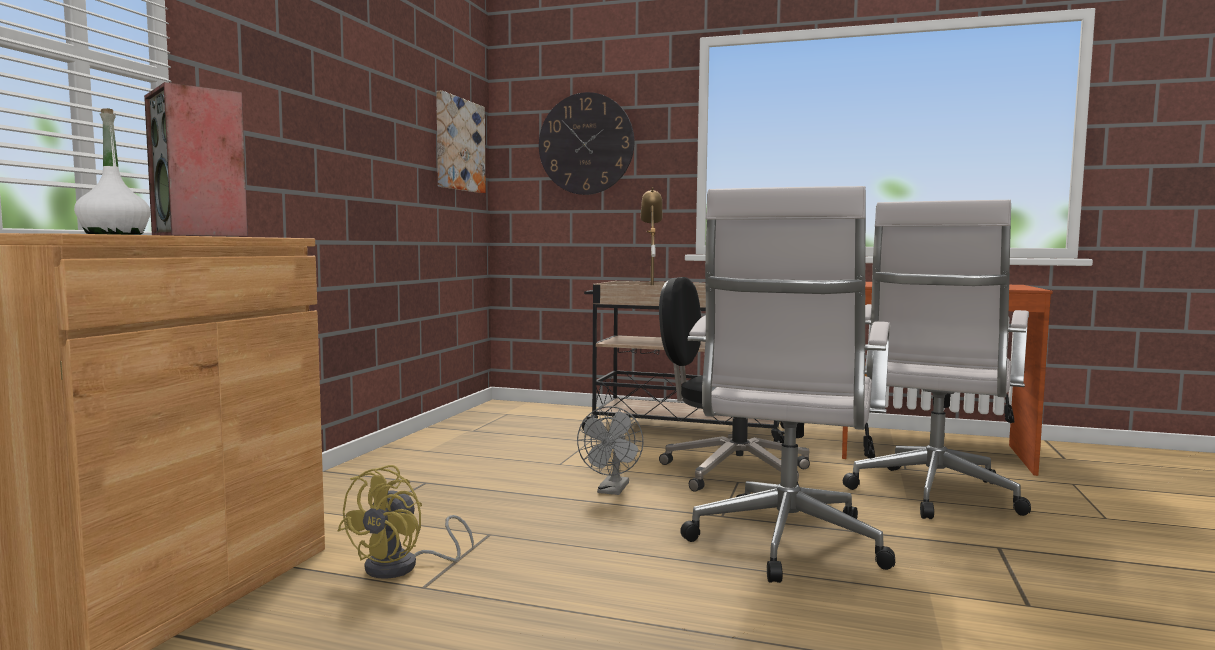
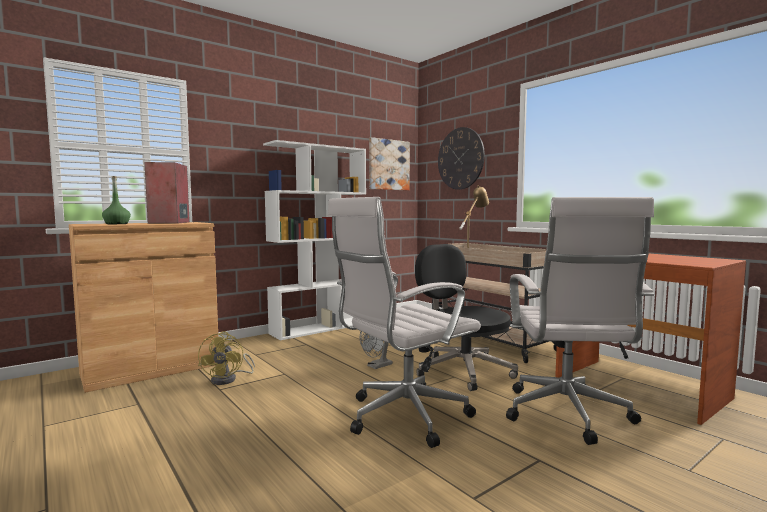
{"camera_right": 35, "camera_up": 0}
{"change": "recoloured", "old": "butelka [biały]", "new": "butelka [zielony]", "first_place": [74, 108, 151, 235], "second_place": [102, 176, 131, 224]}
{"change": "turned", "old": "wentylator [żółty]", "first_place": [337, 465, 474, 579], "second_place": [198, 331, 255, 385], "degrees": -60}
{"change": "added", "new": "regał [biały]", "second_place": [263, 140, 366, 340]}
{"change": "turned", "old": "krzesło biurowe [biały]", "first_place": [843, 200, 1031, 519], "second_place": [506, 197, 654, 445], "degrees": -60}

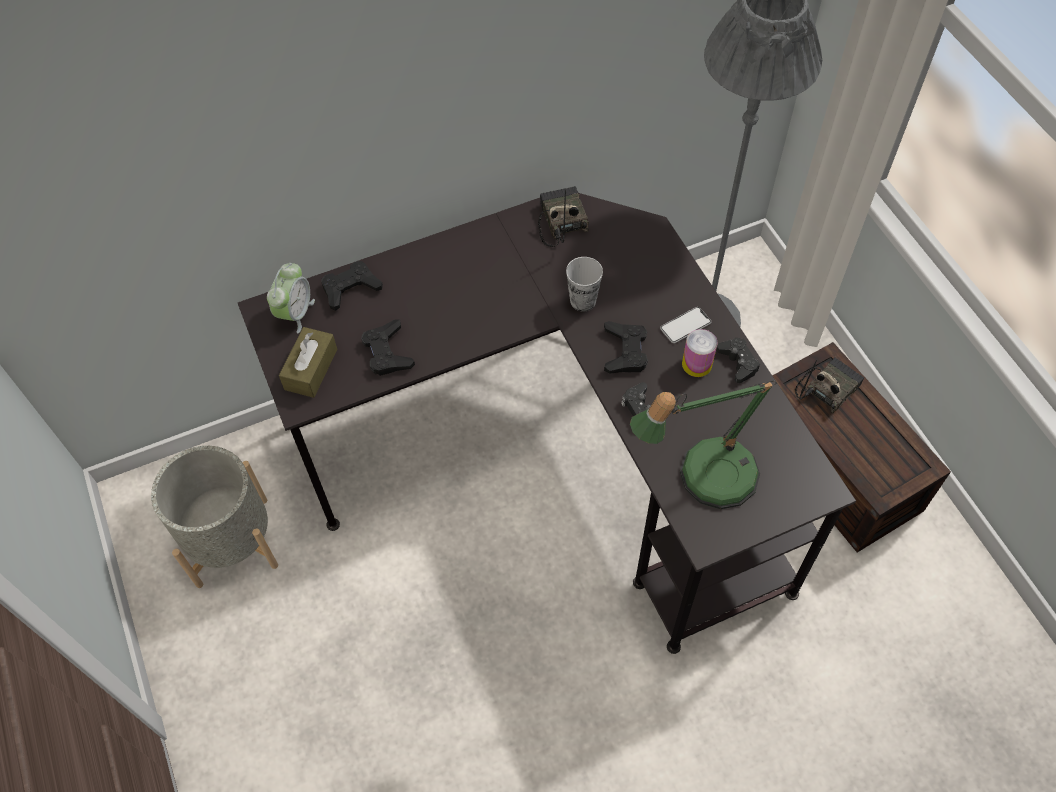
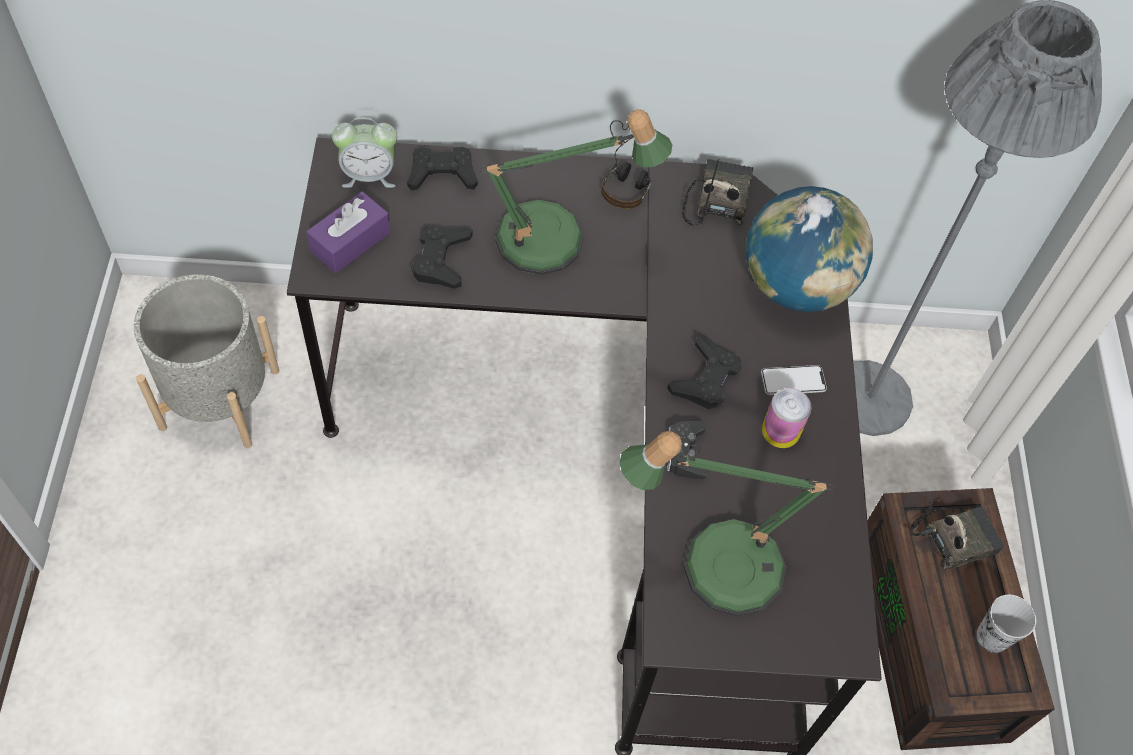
{"camera_right": 20, "camera_up": 0}
{"change": "recoloured", "old": "pudełko chusteczek [brązowy]", "new": "pudełko chusteczek [fioletowy]", "first_place": [279, 327, 337, 398], "second_place": [306, 191, 390, 273]}
{"change": "turned", "old": "budzik", "first_place": [267, 263, 315, 334], "second_place": [332, 117, 397, 188], "degrees": 45}
{"change": "added", "new": "lampa stołowa", "second_place": [480, 109, 672, 275]}
{"change": "added", "new": "słuchawki", "second_place": [601, 138, 651, 209]}
{"change": "added", "new": "globus", "second_place": [746, 186, 873, 312]}
{"change": "moved", "old": "filiżanka", "first_place": [566, 257, 603, 311], "second_place": [976, 594, 1036, 653]}
{"change": "removed", "old": "pad do gier [czarny]", "first_place": [716, 338, 760, 383]}

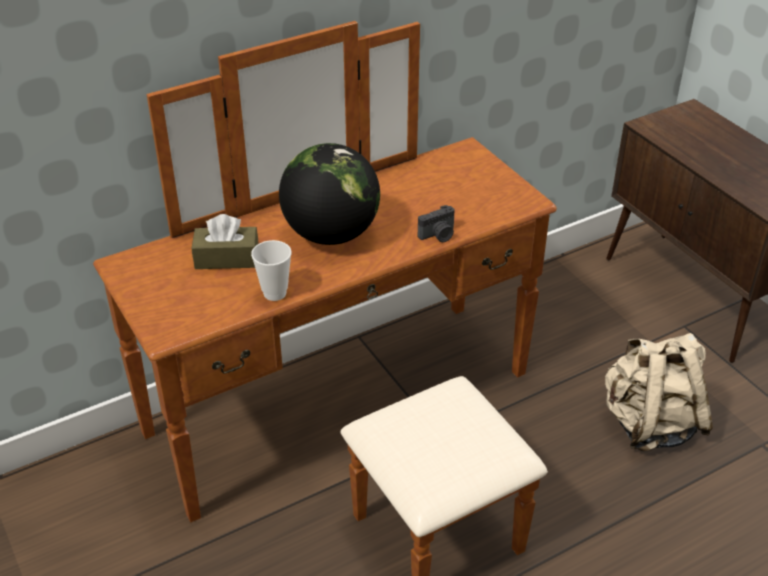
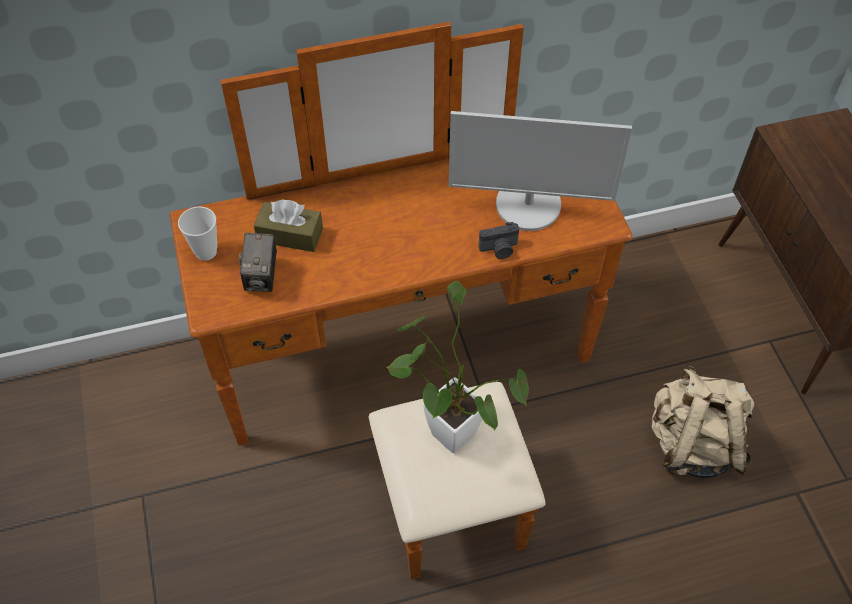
{"camera_right": 15, "camera_up": 15}
{"change": "moved", "old": "filiżanka", "first_place": [251, 240, 292, 301], "second_place": [178, 206, 217, 261]}
{"change": "added", "new": "aparat fotograficzny", "second_place": [239, 233, 277, 292]}
{"change": "added", "new": "roślina doniczkowa", "second_place": [387, 281, 529, 454]}
{"change": "added", "new": "monitor", "second_place": [449, 111, 632, 231]}
{"change": "removed", "old": "globus", "first_place": [279, 143, 380, 245]}

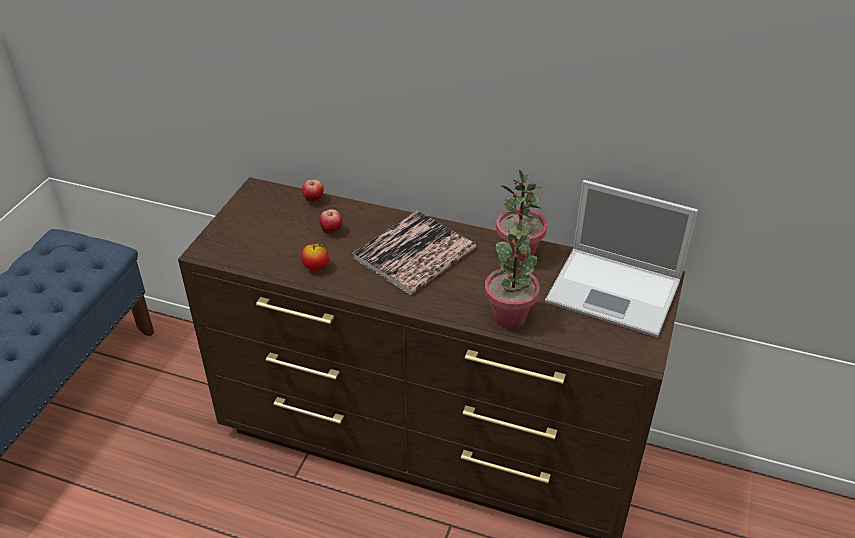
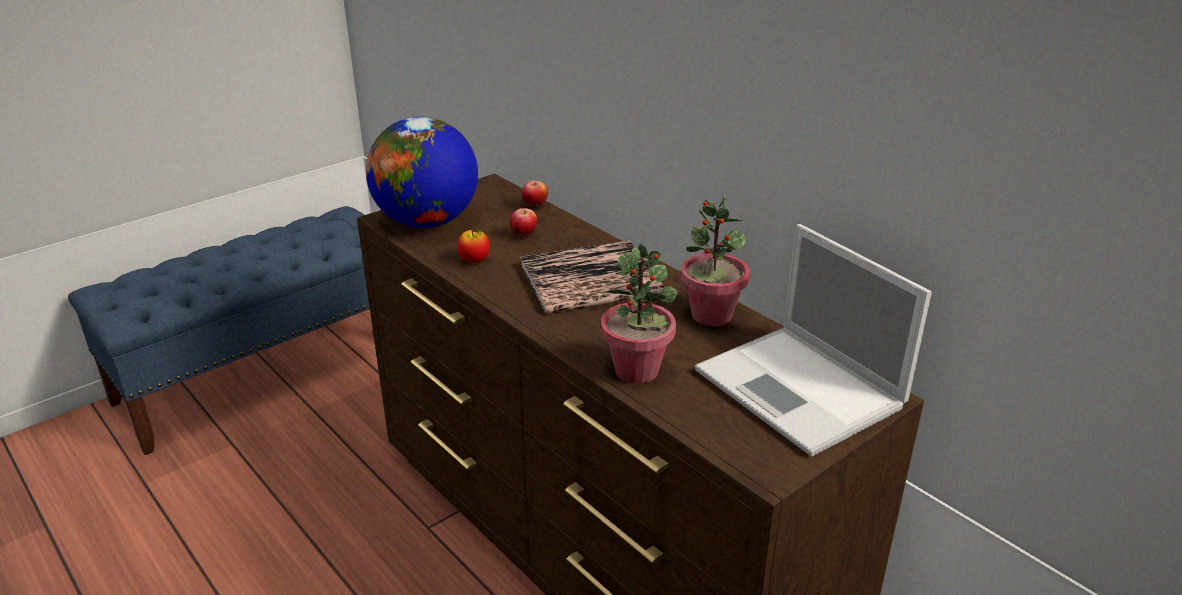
{"camera_right": 30, "camera_up": -10}
{"change": "added", "new": "globus", "second_place": [366, 117, 478, 228]}

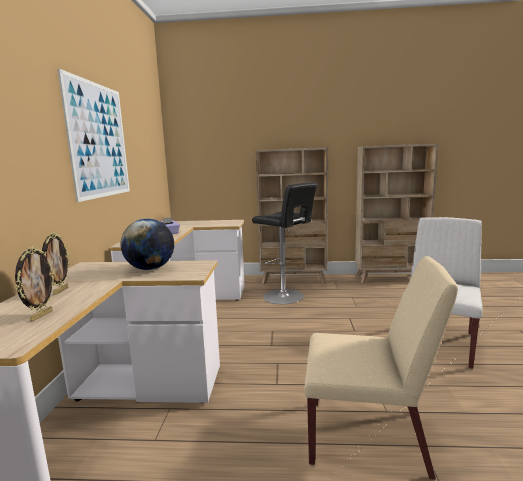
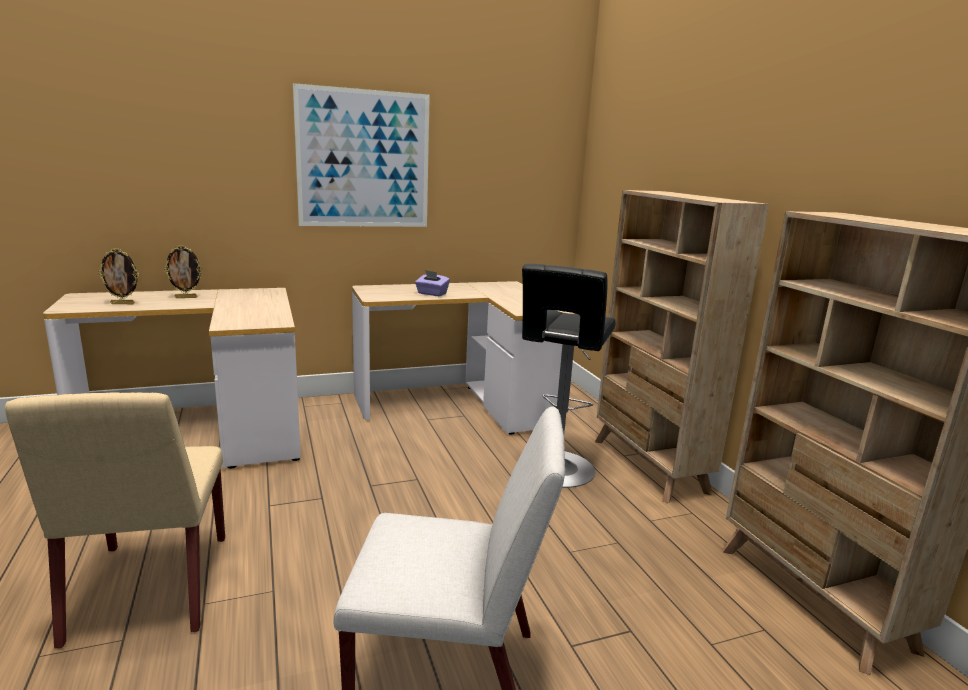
{"camera_right": 65, "camera_up": 5}
{"change": "removed", "old": "globus", "first_place": [121, 219, 174, 270]}

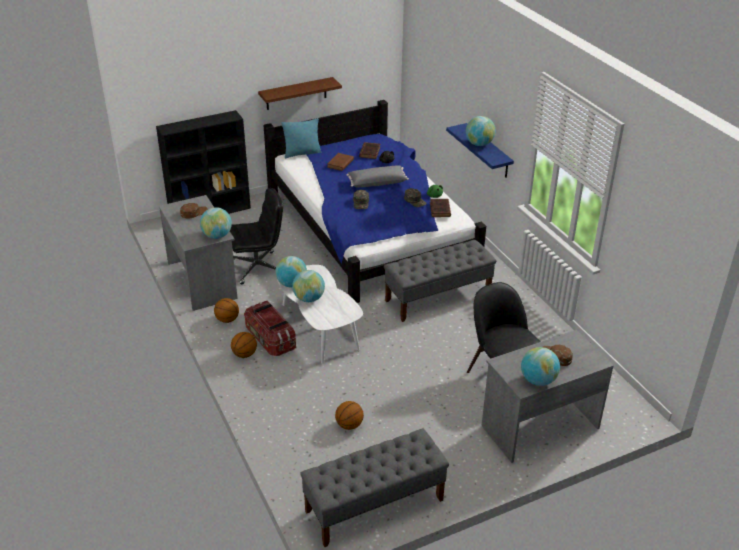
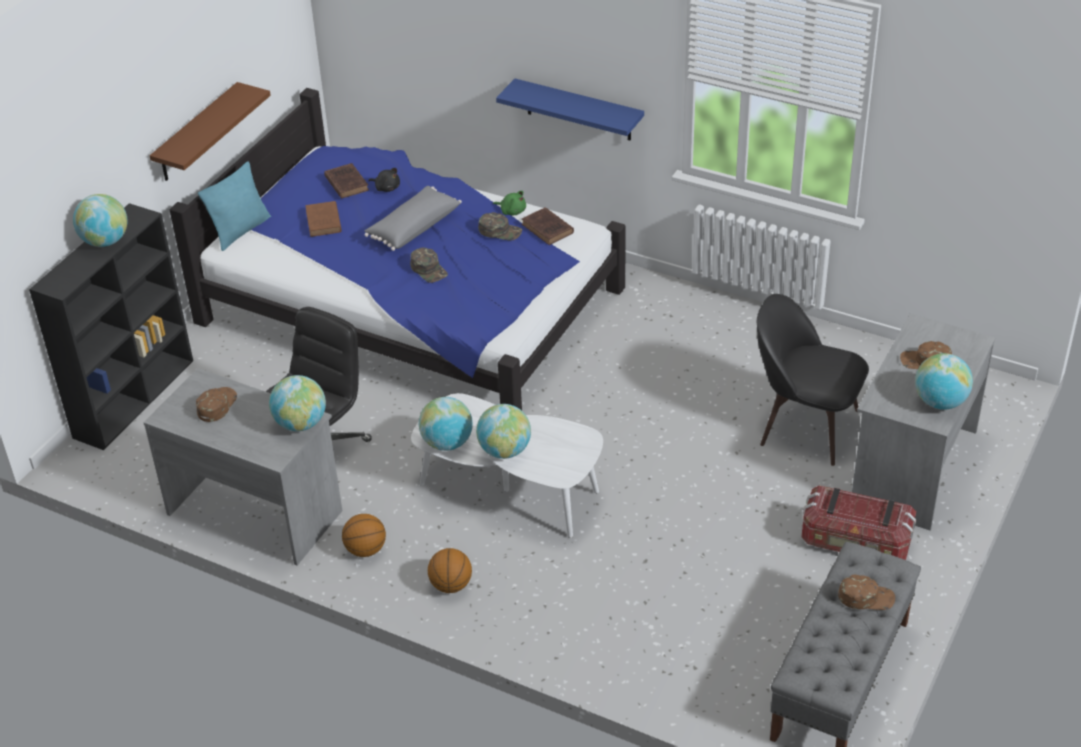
{"camera_right": -35, "camera_up": 5}
{"change": "moved", "old": "globus", "first_place": [466, 116, 496, 146], "second_place": [73, 194, 128, 247]}
{"change": "moved", "old": "pojemnik do przechowywania", "first_place": [244, 301, 296, 356], "second_place": [801, 485, 916, 560]}
{"change": "added", "new": "czapka z daszkiem [brązowy]", "second_place": [838, 575, 895, 610]}
{"change": "removed", "old": "piłka do koszykówki", "first_place": [335, 401, 364, 430]}
{"change": "removed", "old": "ławka [szary]", "first_place": [384, 240, 496, 322]}

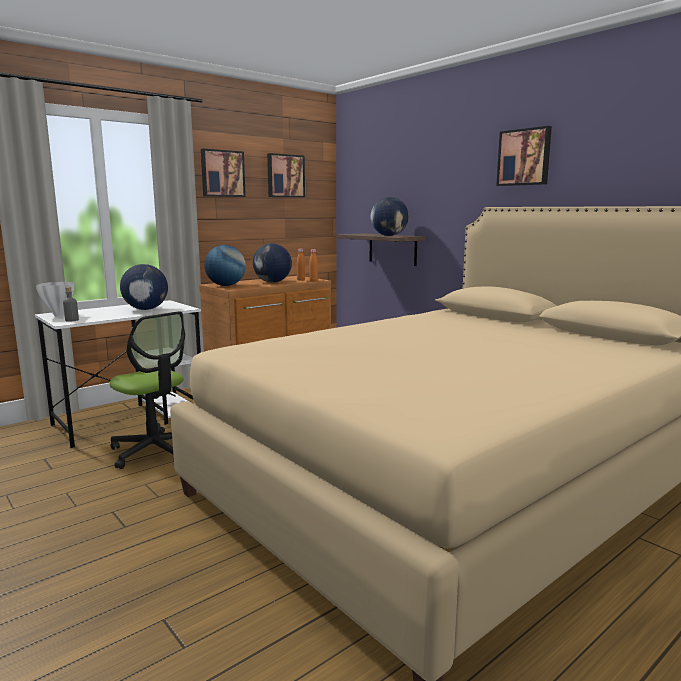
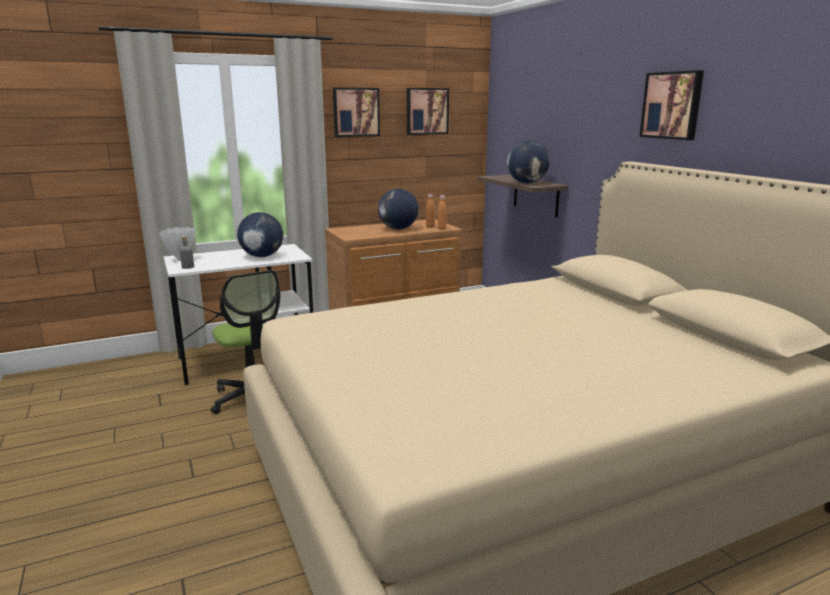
{"camera_right": 15, "camera_up": 5}
{"change": "removed", "old": "globus", "first_place": [204, 245, 246, 286]}

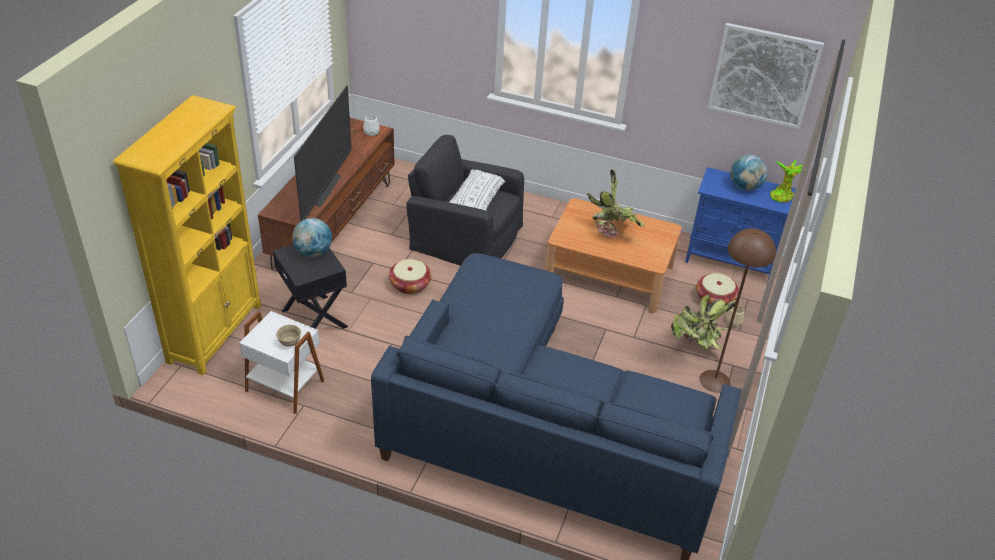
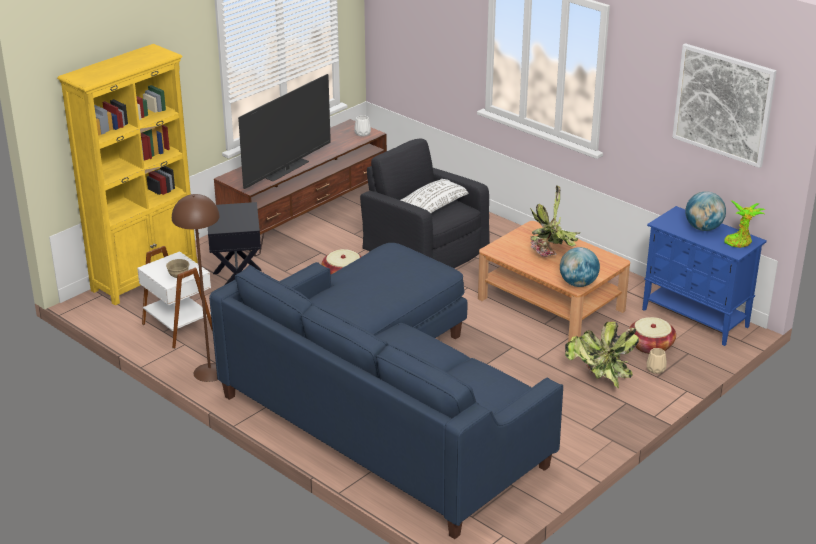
{"camera_right": 25, "camera_up": -10}
{"change": "moved", "old": "lampa stojąca [brązowy]", "first_place": [699, 228, 776, 393], "second_place": [172, 194, 220, 382]}
{"change": "moved", "old": "globus", "first_place": [292, 218, 332, 257], "second_place": [560, 247, 600, 287]}

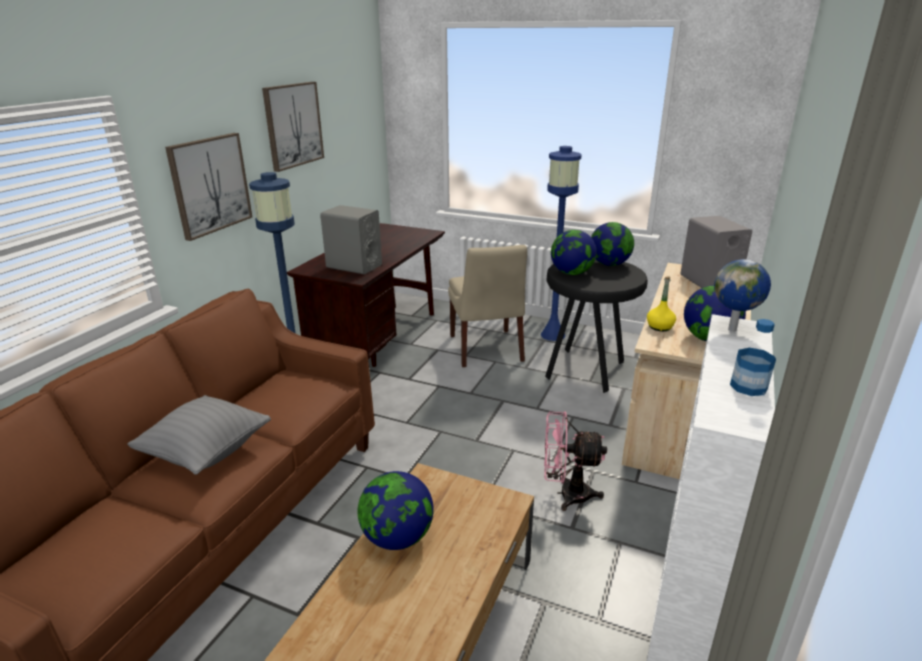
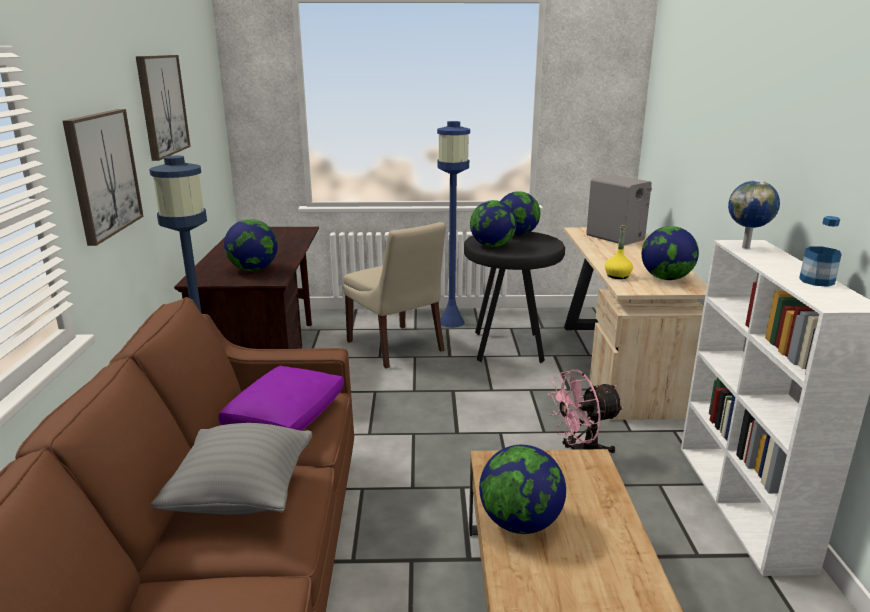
{"camera_right": -25, "camera_up": -5}
{"change": "added", "new": "poduszka [fioletowy]", "second_place": [219, 366, 344, 431]}
{"change": "replaced", "old": "głośnik [szary]", "new": "globus", "first_place": [320, 205, 382, 275], "second_place": [224, 219, 278, 271]}

